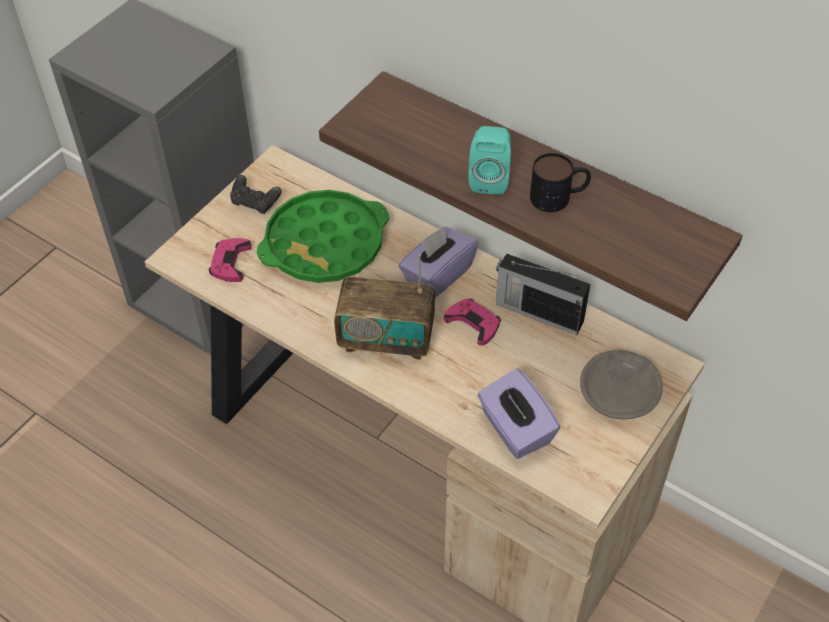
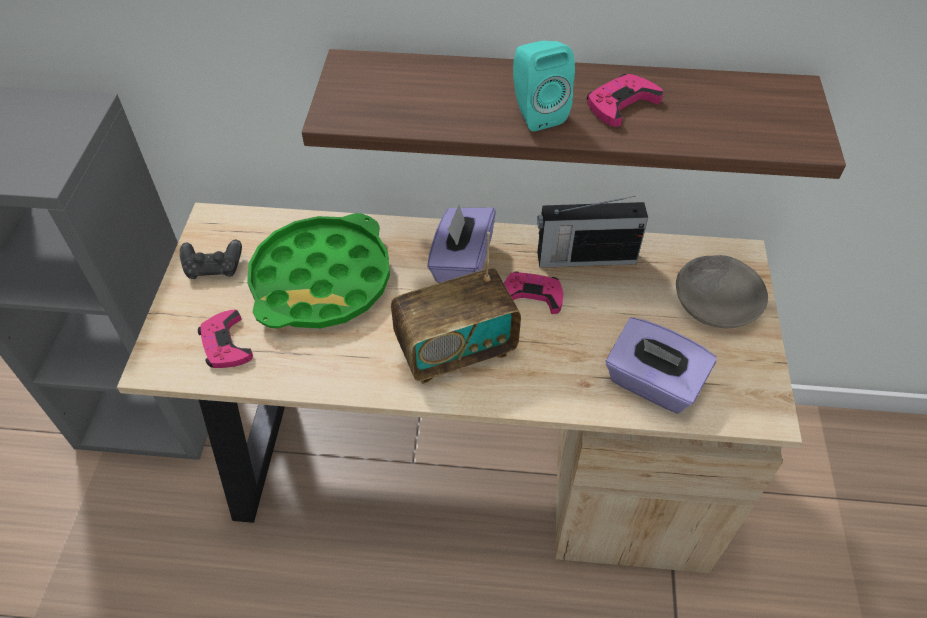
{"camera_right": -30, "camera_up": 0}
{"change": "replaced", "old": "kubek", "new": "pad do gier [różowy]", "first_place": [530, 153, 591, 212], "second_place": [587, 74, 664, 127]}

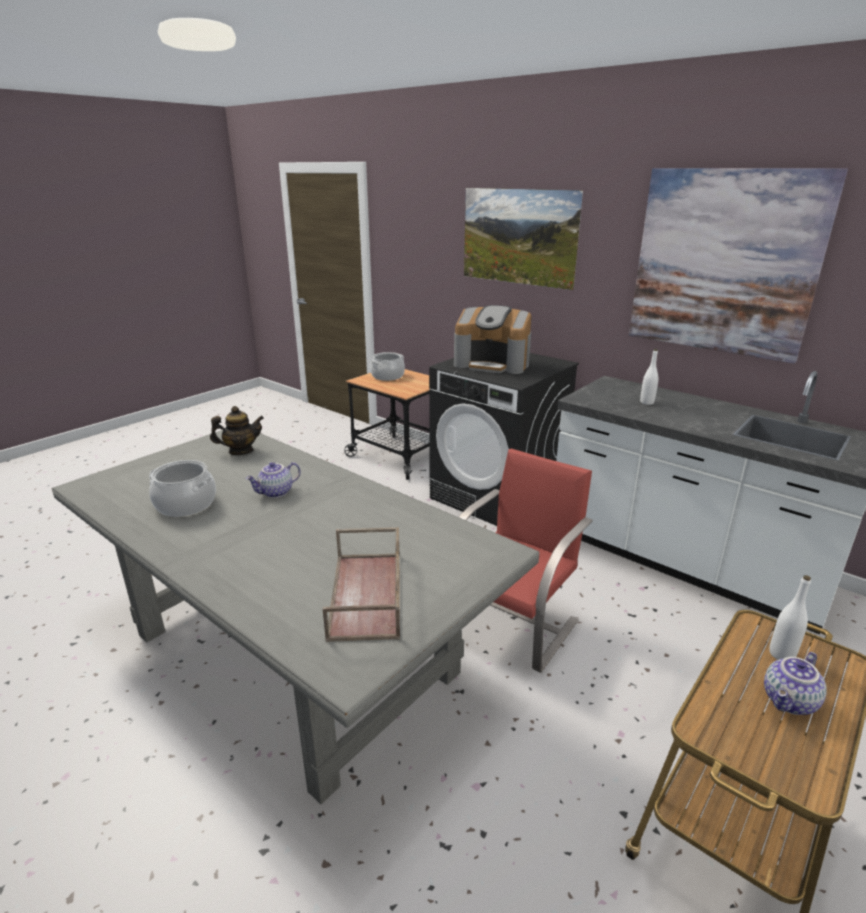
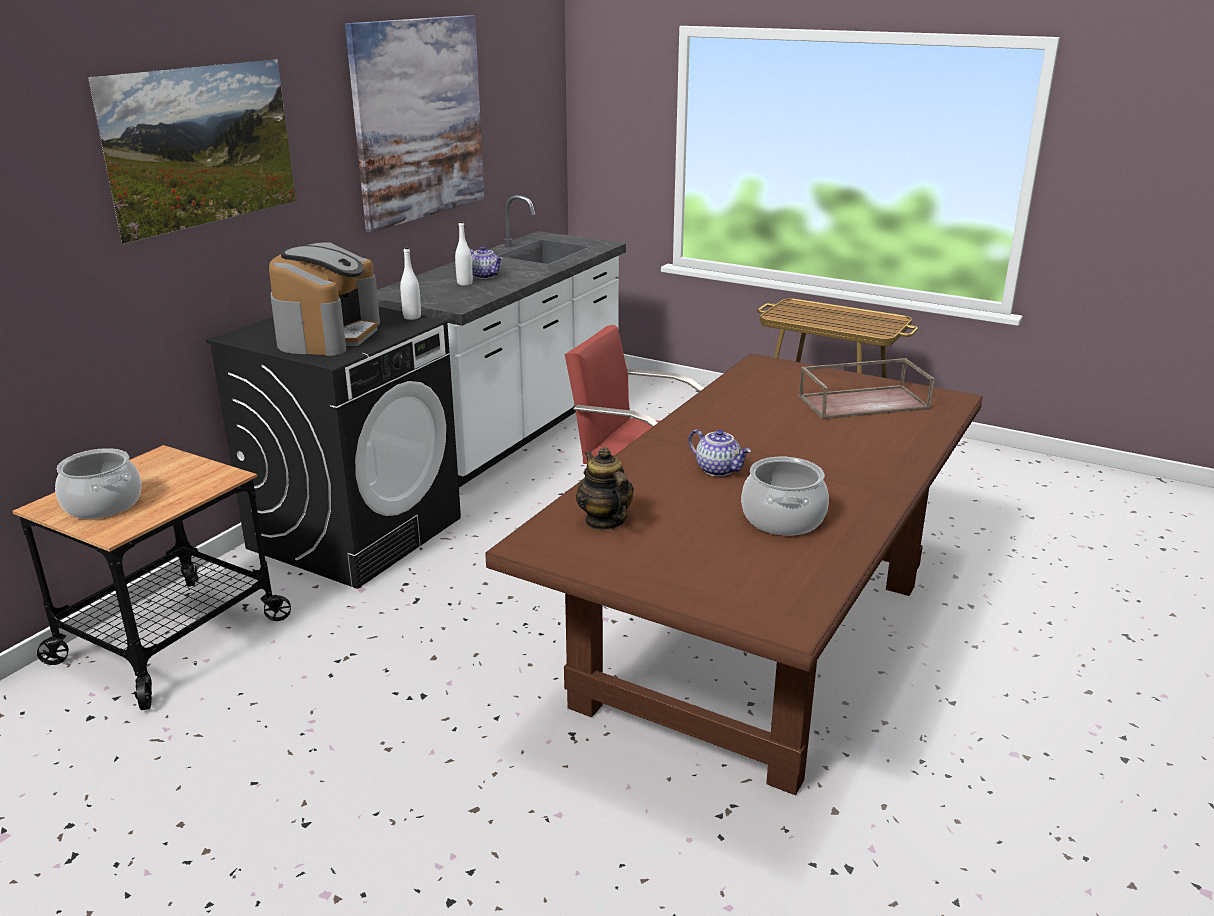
{"camera_right": -100, "camera_up": 0}
{"change": "moved", "old": "butelka [biały]", "first_place": [769, 575, 811, 660], "second_place": [400, 247, 421, 320]}
{"change": "moved", "old": "imbryk", "first_place": [764, 652, 827, 715], "second_place": [470, 246, 503, 279]}
{"change": "recoloured", "old": "stół jadalny [szary]", "new": "stół jadalny [brązowy]", "first_place": [52, 430, 539, 804], "second_place": [485, 354, 983, 795]}

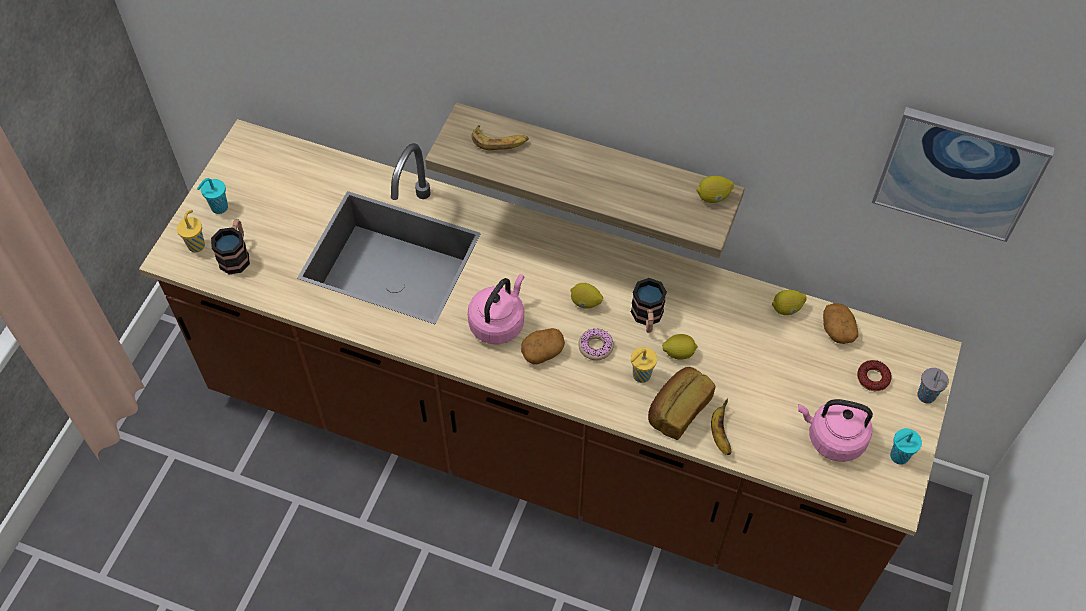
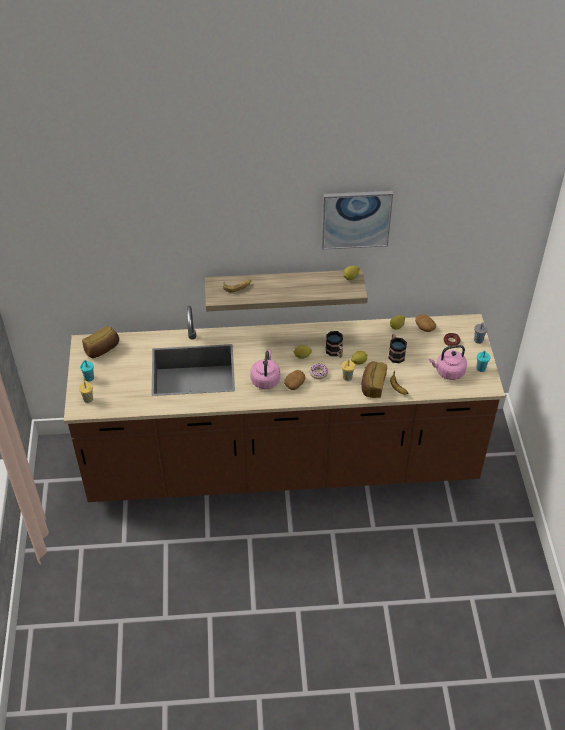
{"camera_right": -25, "camera_up": -10}
{"change": "added", "new": "chleb", "second_place": [82, 326, 119, 358]}
{"change": "moved", "old": "obraz", "first_place": [872, 107, 1054, 242], "second_place": [322, 191, 393, 250]}
{"change": "moved", "old": "kubek", "first_place": [211, 219, 250, 274], "second_place": [388, 334, 407, 363]}

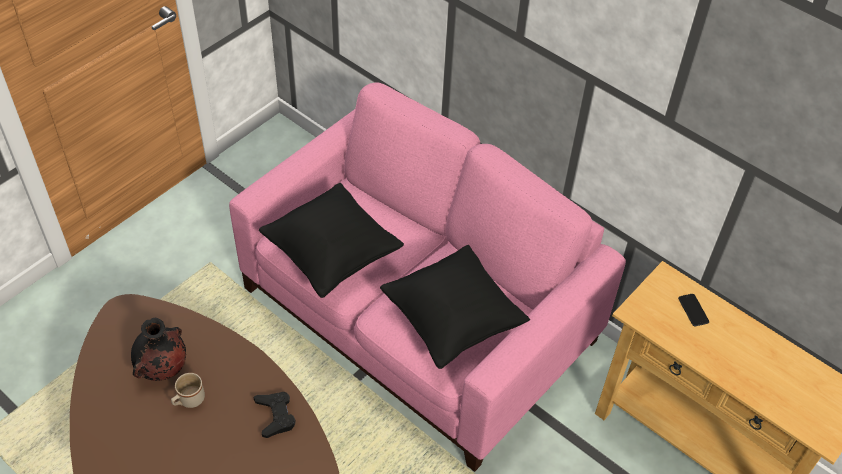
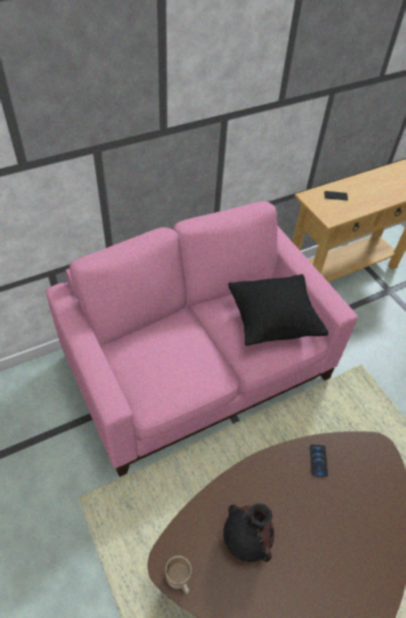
{"camera_right": -70, "camera_up": 0}
{"change": "moved", "old": "kubek [beżowy]", "first_place": [171, 373, 205, 408], "second_place": [165, 556, 192, 594]}
{"change": "replaced", "old": "pad do gier [czarny]", "new": "telefon", "first_place": [254, 392, 296, 438], "second_place": [310, 444, 328, 477]}
{"change": "removed", "old": "poduszka [czarny]", "first_place": [259, 183, 404, 298]}

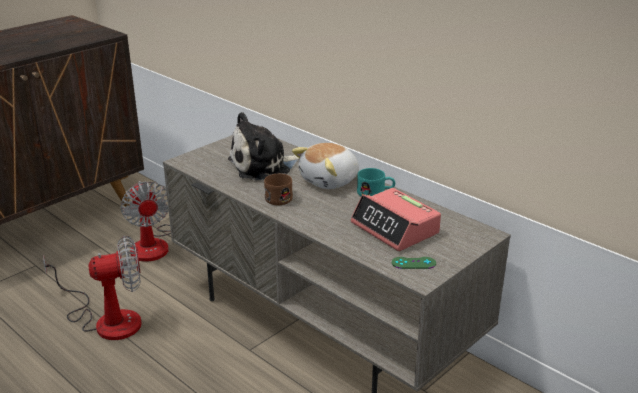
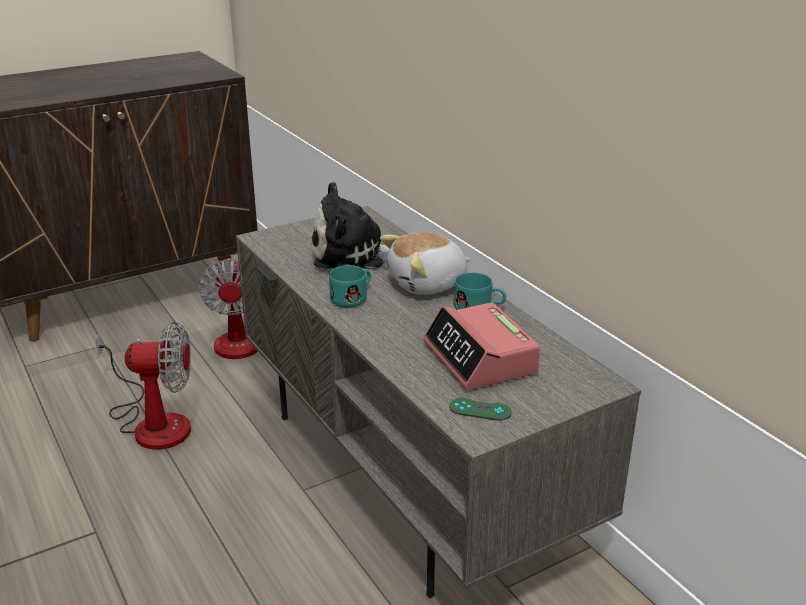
{"camera_right": 15, "camera_up": 0}
{"change": "recoloured", "old": "kubek [brązowy]", "new": "kubek [turkusowy]", "first_place": [264, 174, 293, 205], "second_place": [329, 265, 371, 307]}

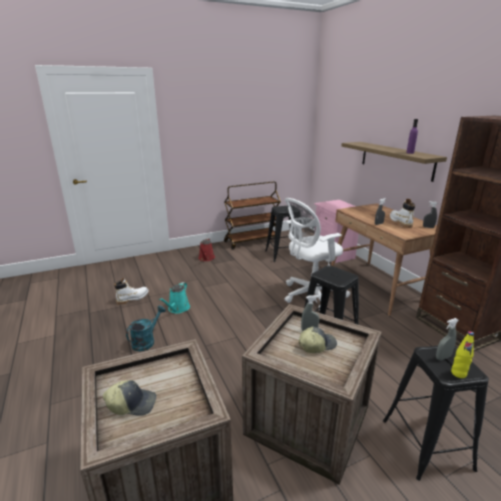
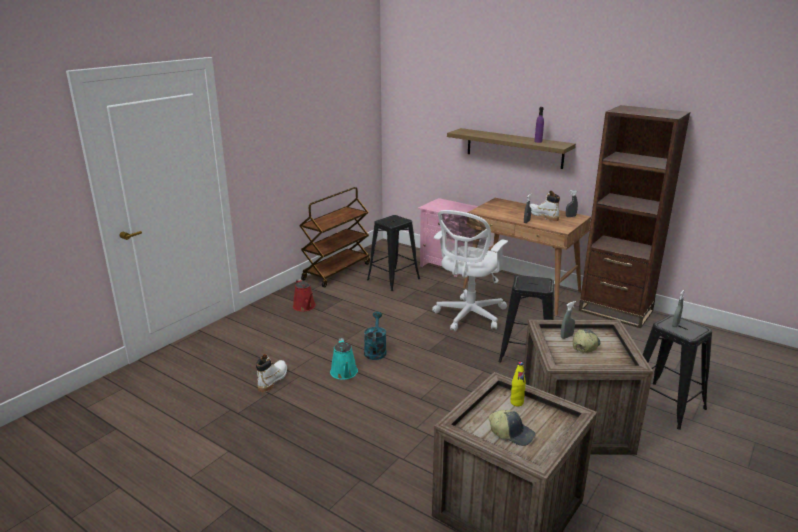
{"camera_right": -30, "camera_up": 0}
{"change": "moved", "old": "konewka [turkusowy]", "first_place": [126, 306, 166, 351], "second_place": [364, 312, 386, 360]}
{"change": "turned", "old": "czapka z daszkiem", "first_place": [103, 380, 157, 416], "second_place": [489, 410, 536, 446], "degrees": 60}
{"change": "moved", "old": "butelka [żółty]", "first_place": [451, 331, 474, 378], "second_place": [510, 362, 526, 406]}

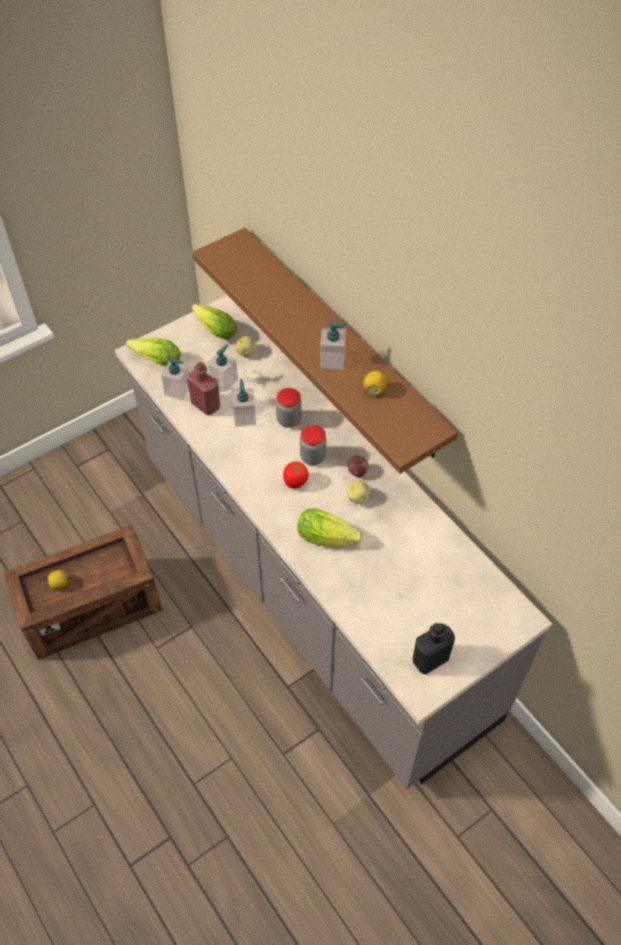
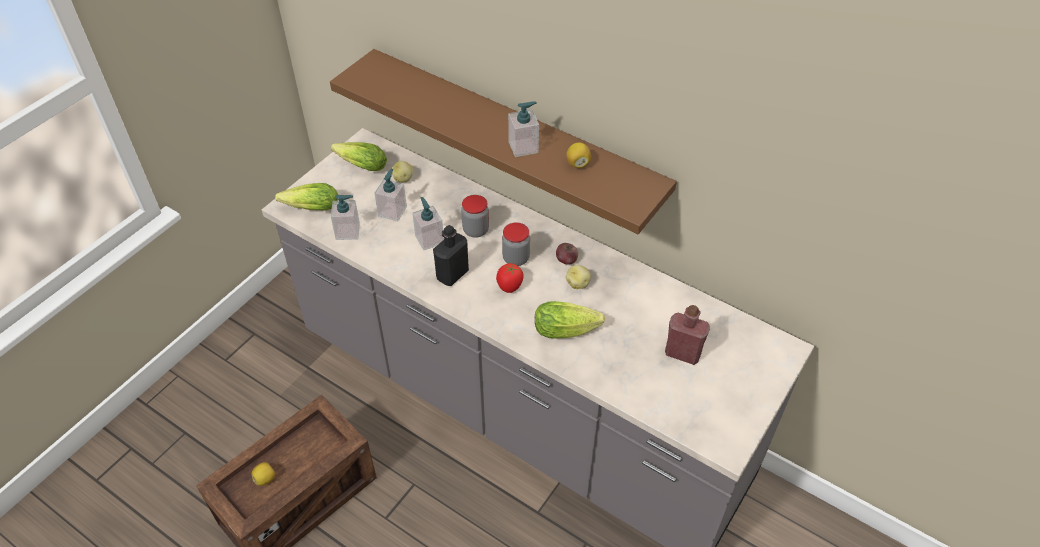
{"camera_right": -20, "camera_up": -5}
{"change": "moved", "old": "butelka [czarny]", "first_place": [413, 623, 455, 675], "second_place": [433, 225, 469, 286]}
{"change": "moved", "old": "butelka [czerwony]", "first_place": [187, 362, 220, 415], "second_place": [665, 305, 710, 365]}

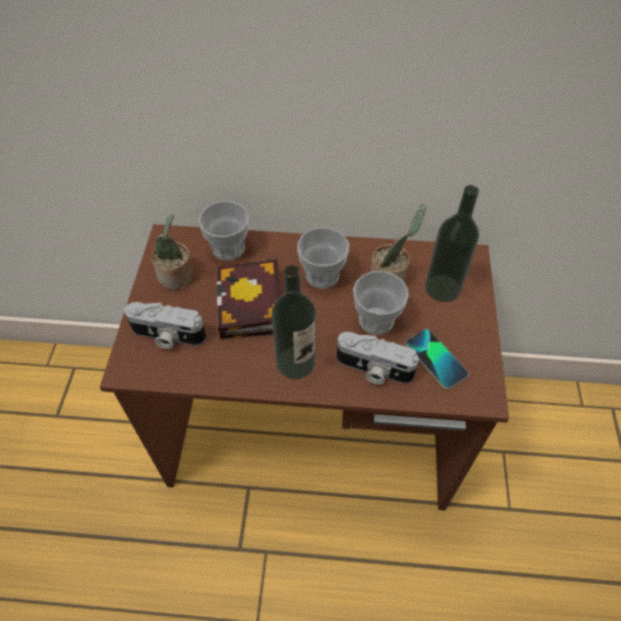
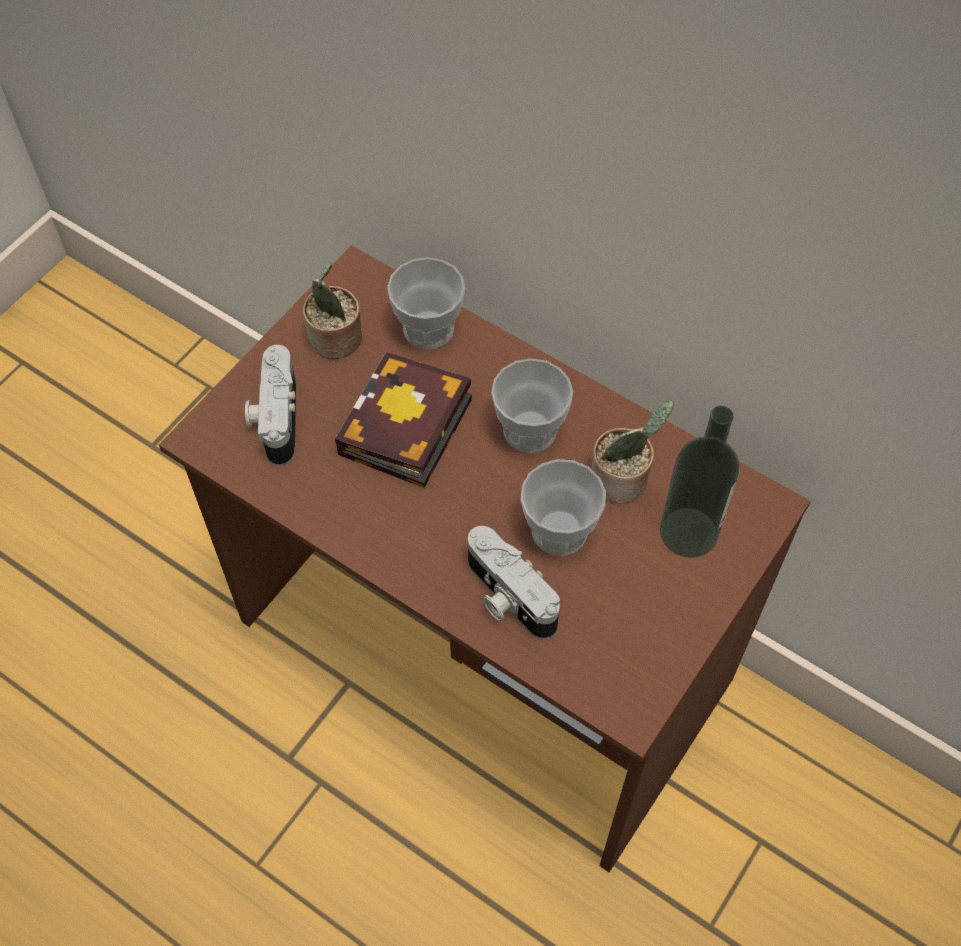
{"camera_right": 30, "camera_up": 5}
{"change": "turned", "old": "aparat fotograficzny", "first_place": [124, 302, 206, 349], "second_place": [245, 345, 296, 466], "degrees": 45}
{"change": "removed", "old": "butelka", "first_place": [272, 265, 316, 379]}
{"change": "removed", "old": "telefon", "first_place": [406, 329, 469, 389]}

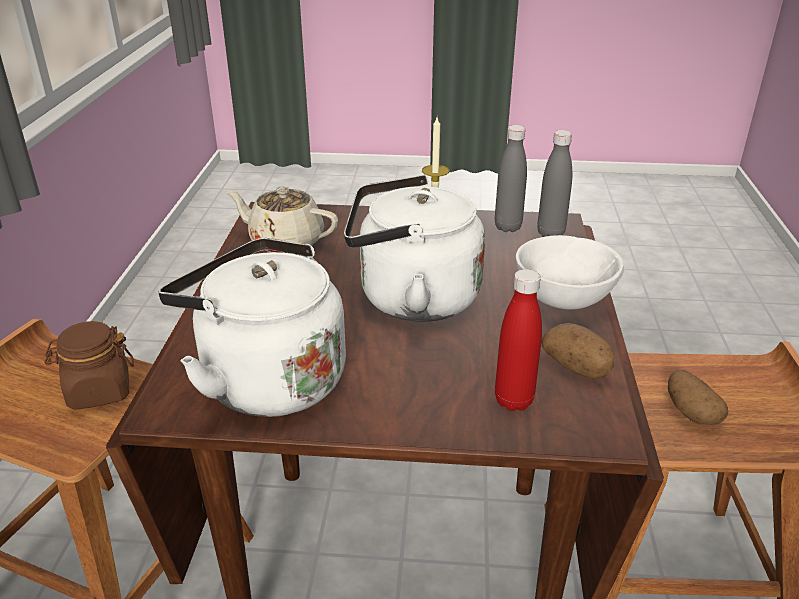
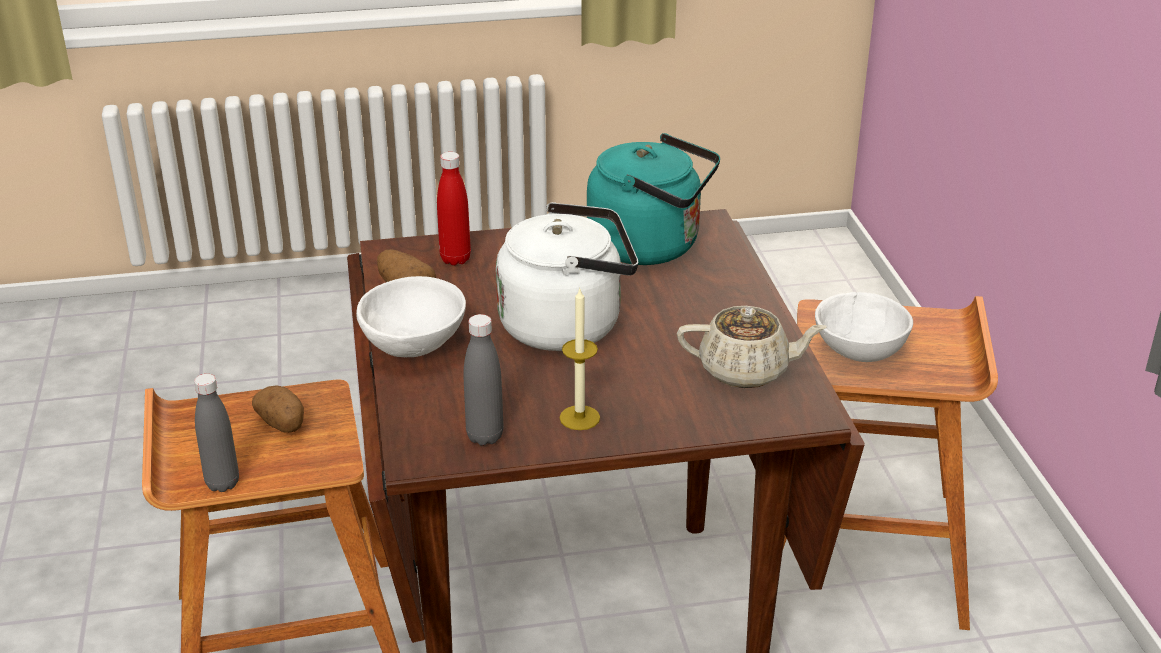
{"camera_right": 165, "camera_up": 0}
{"change": "moved", "old": "butelka [szary]", "first_place": [537, 130, 572, 237], "second_place": [194, 374, 239, 492]}
{"change": "recoloured", "old": "czajnik [biały]", "new": "czajnik [turkusowy]", "first_place": [158, 238, 346, 417], "second_place": [587, 133, 720, 265]}
{"change": "replaced", "old": "słoik [brązowy]", "new": "miska [biały]", "first_place": [44, 321, 134, 410], "second_place": [815, 292, 913, 362]}

